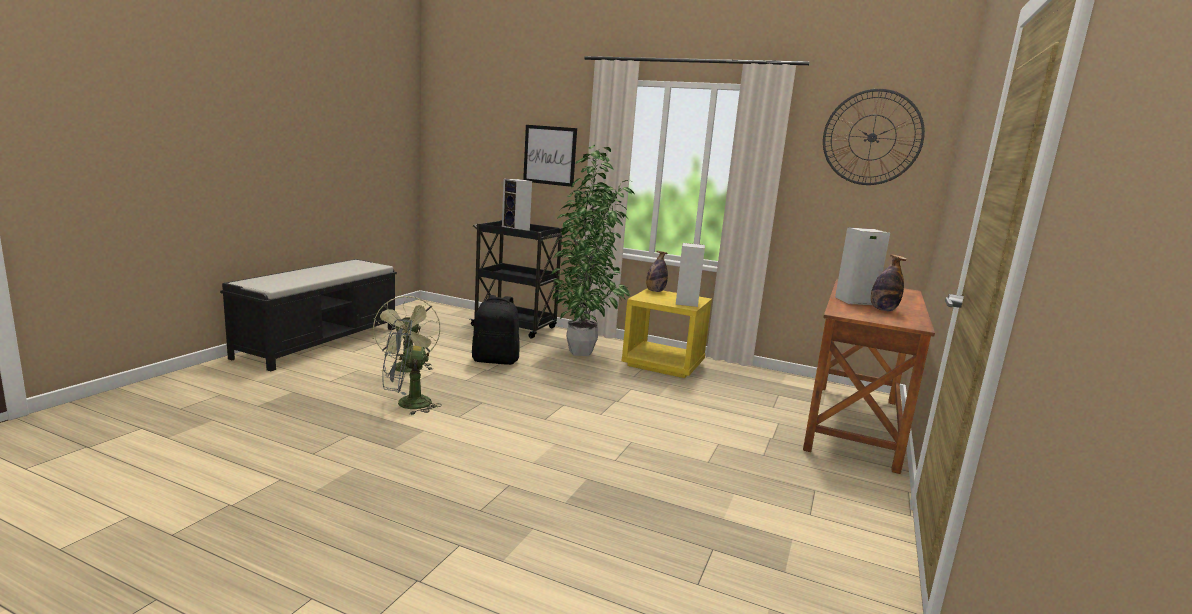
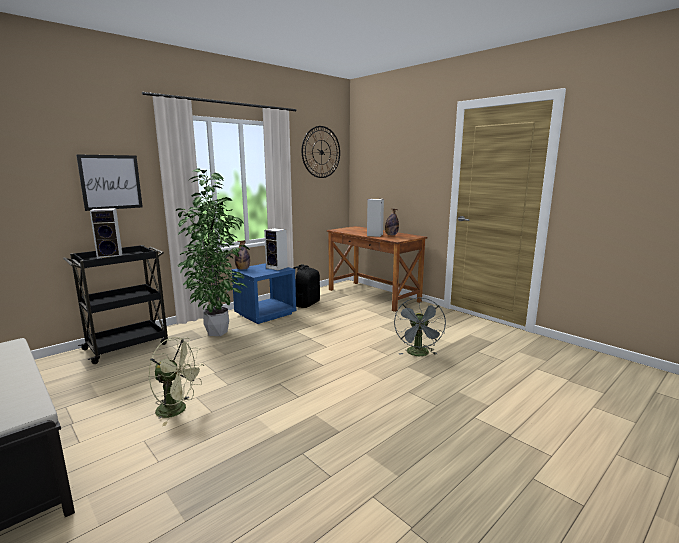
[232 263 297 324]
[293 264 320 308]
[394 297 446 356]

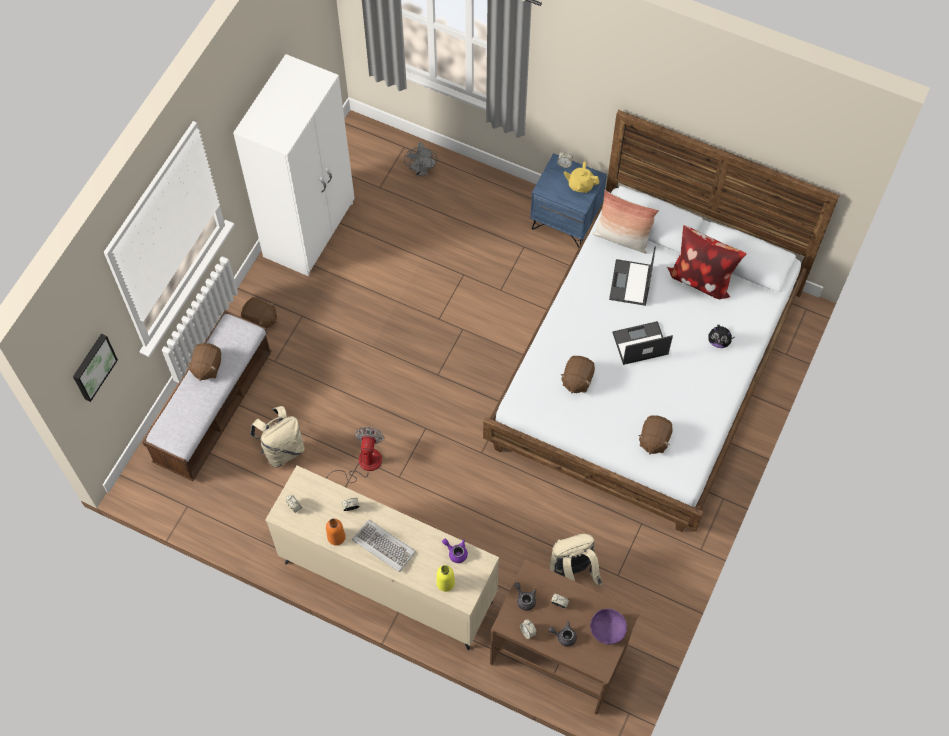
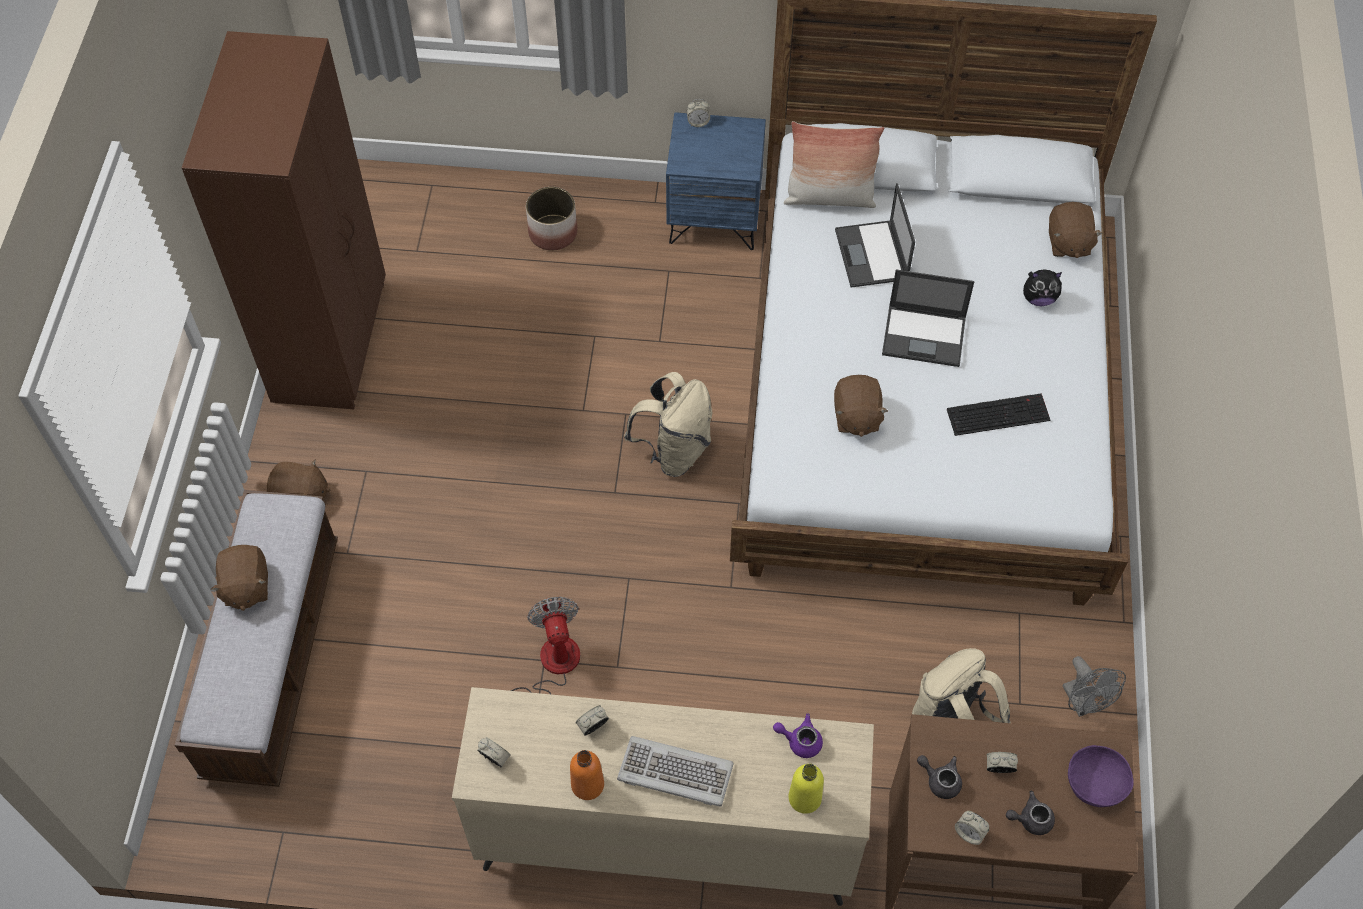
[182 31 386 409]
[1063 656 1126 717]
[564 161 600 193] (first image)
[667 225 747 299] (first image)
[882 269 974 367]
[73 334 118 402] (first image)
[624 372 712 477]
[1049 202 1103 258]
[526 187 577 250]
[947 393 1050 436]

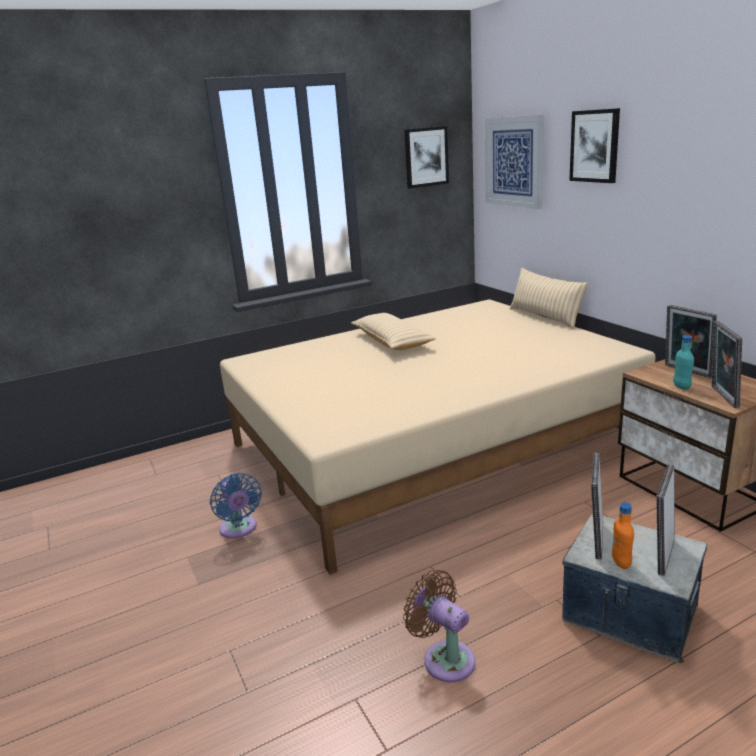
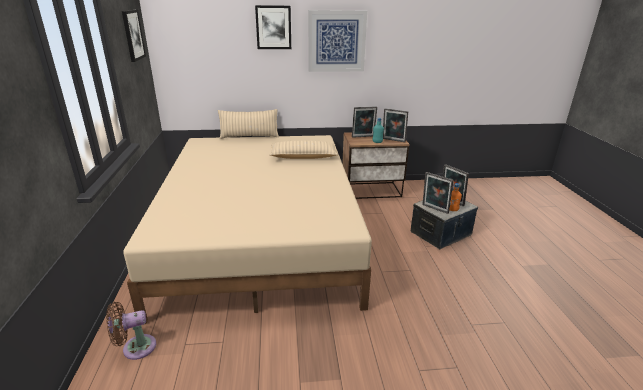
[308 10 367 72]
[270 140 338 159]
[210 473 262 538] (first image)
[106 302 156 360]

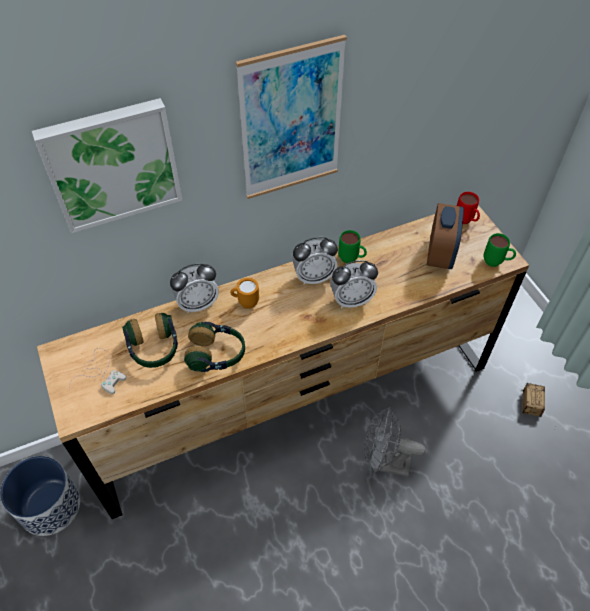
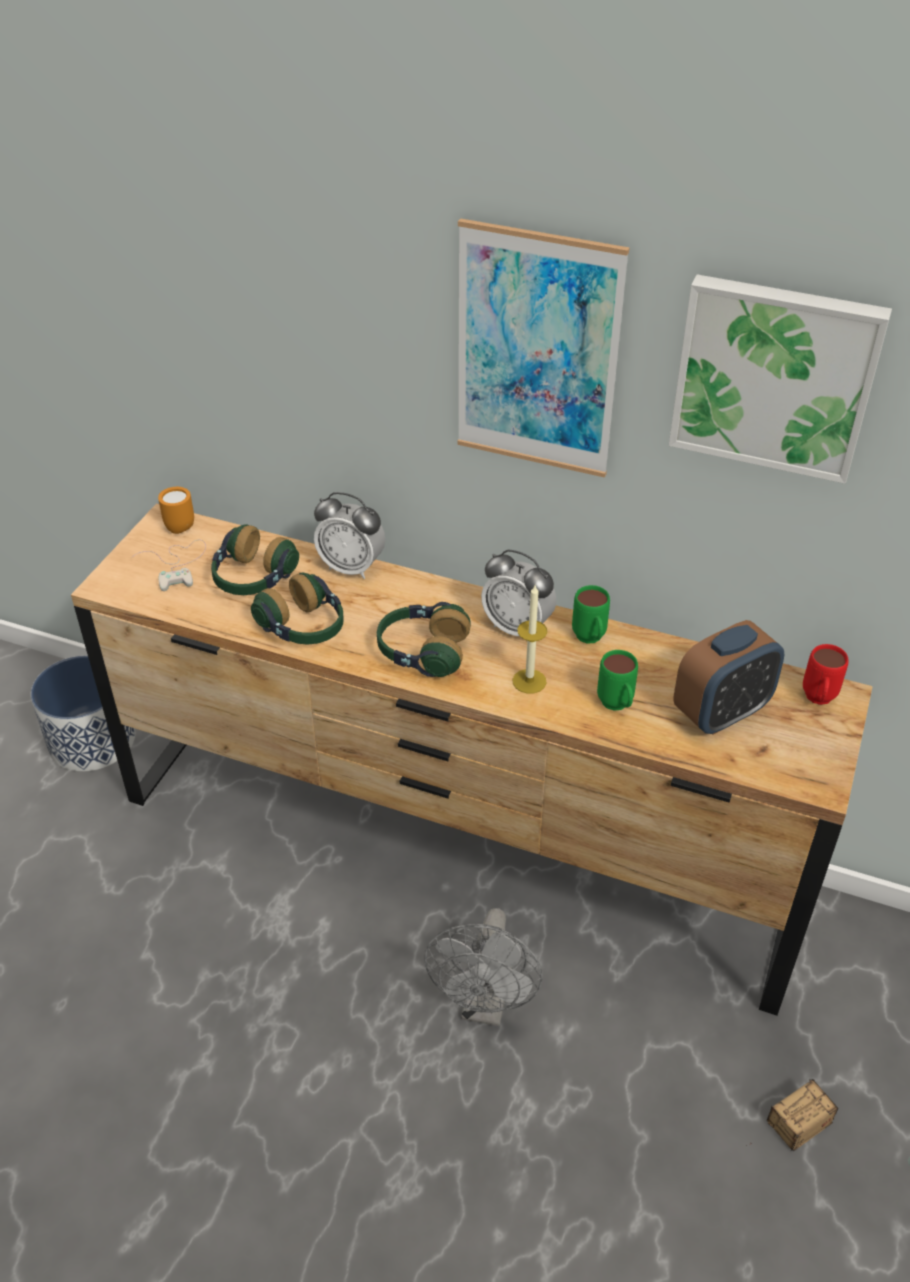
[668 274 892 484]
[597 650 638 711]
[513 585 547 694]
[158 487 194 534]
[424 908 543 1026]
[377 602 471 677]

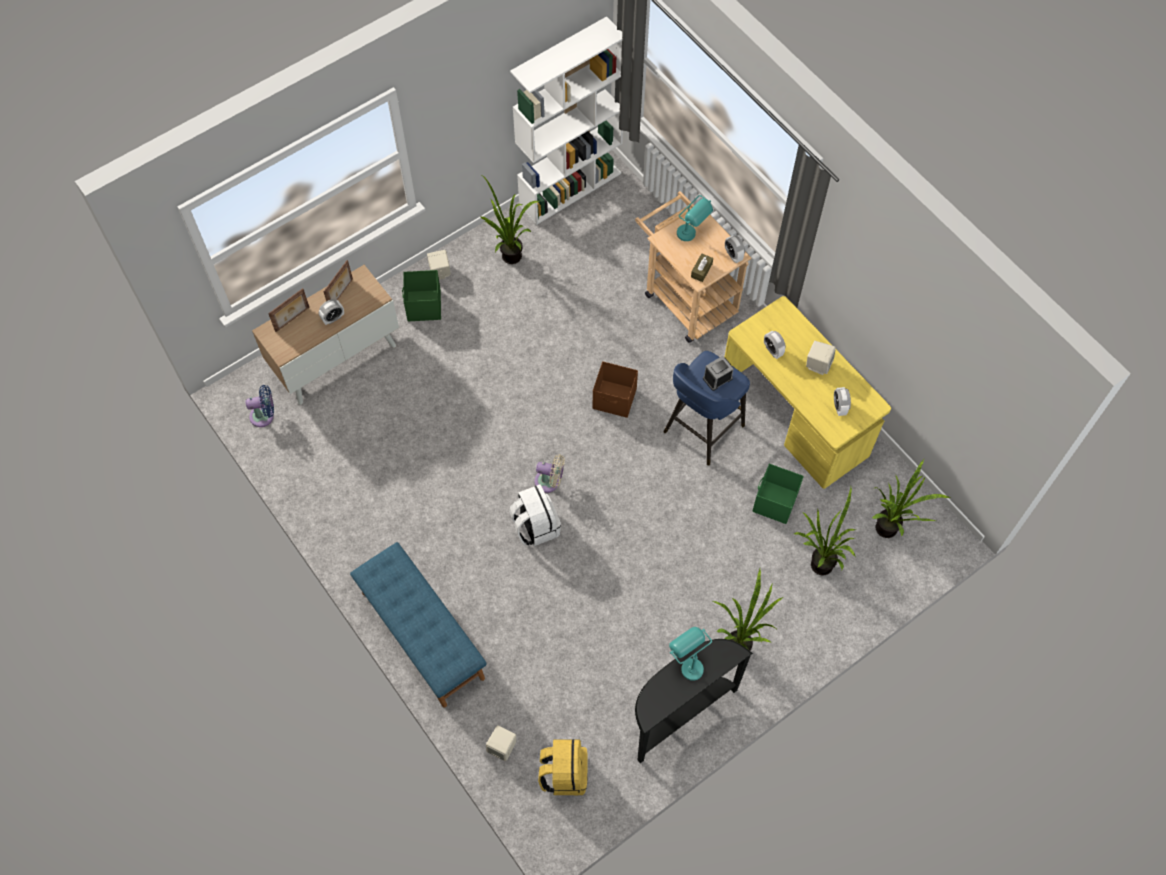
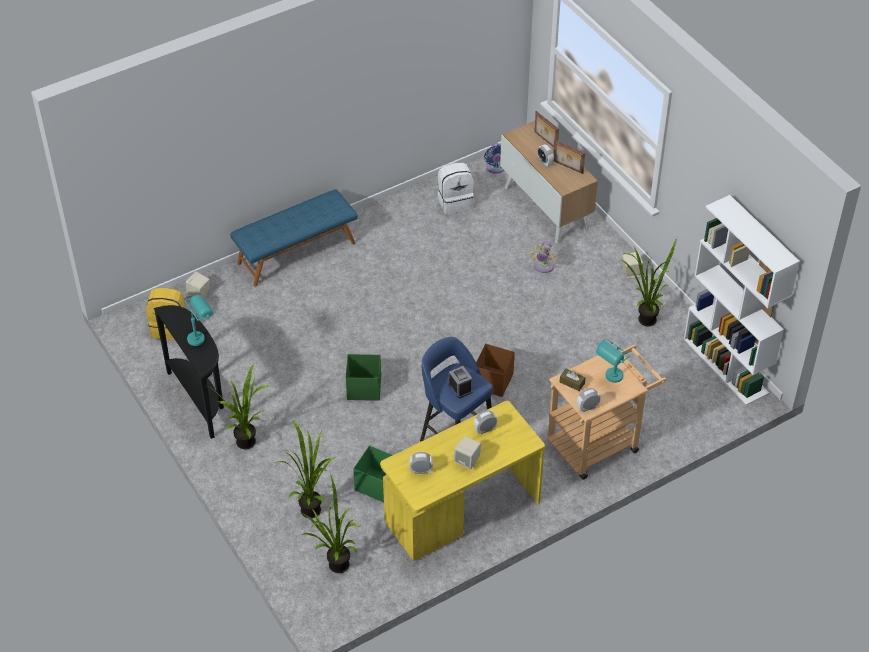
[346 354 381 401]
[530 241 557 273]
[437 163 474 215]

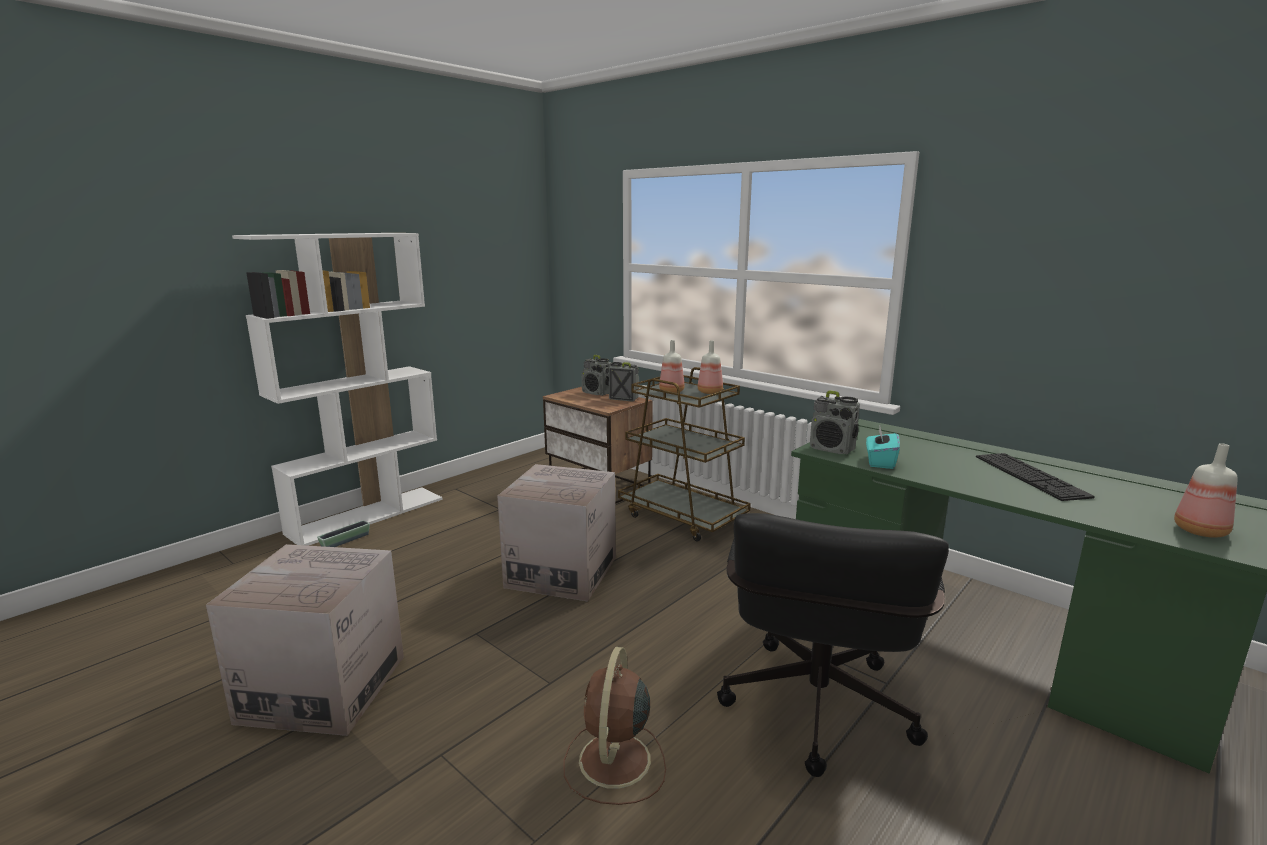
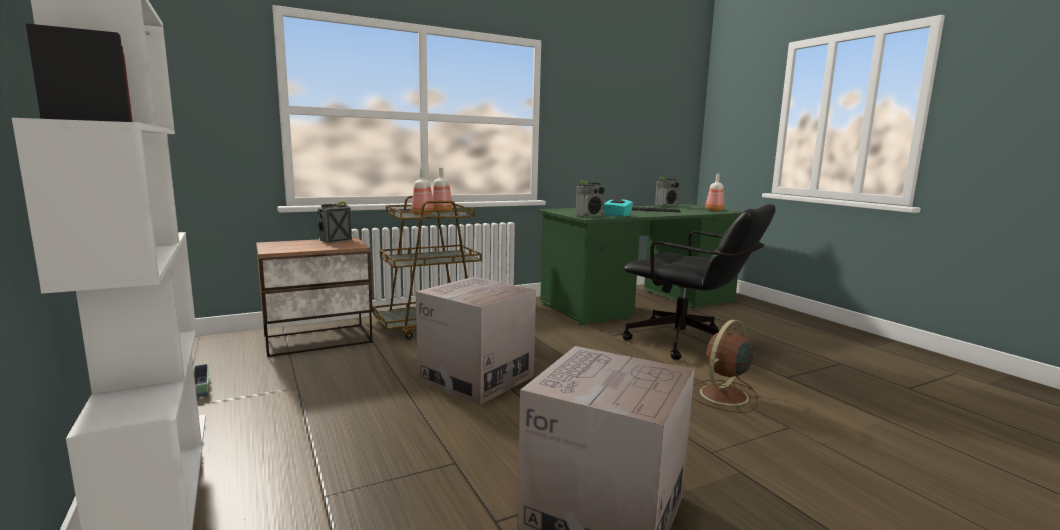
[655 177 679 207]
[193 364 209 398]
[692 320 758 413]

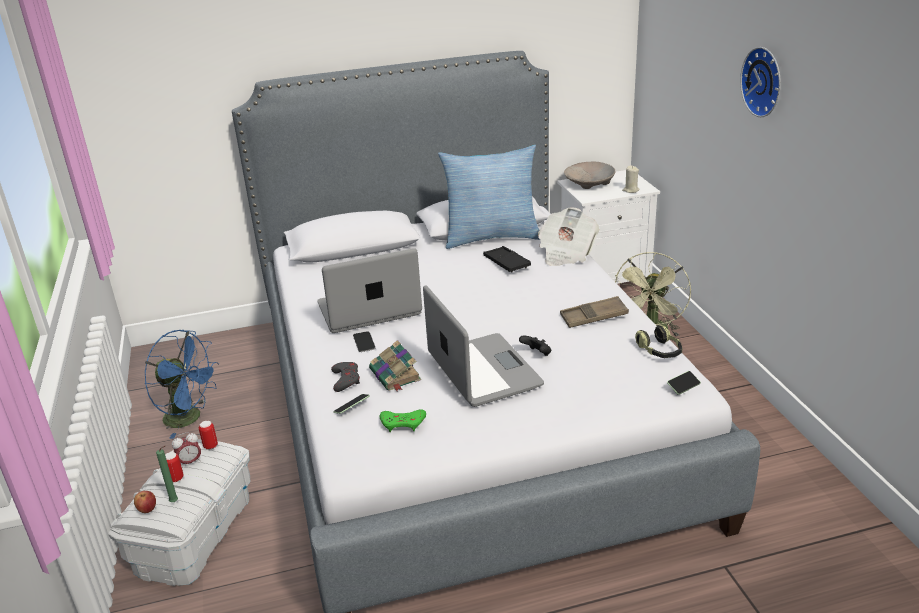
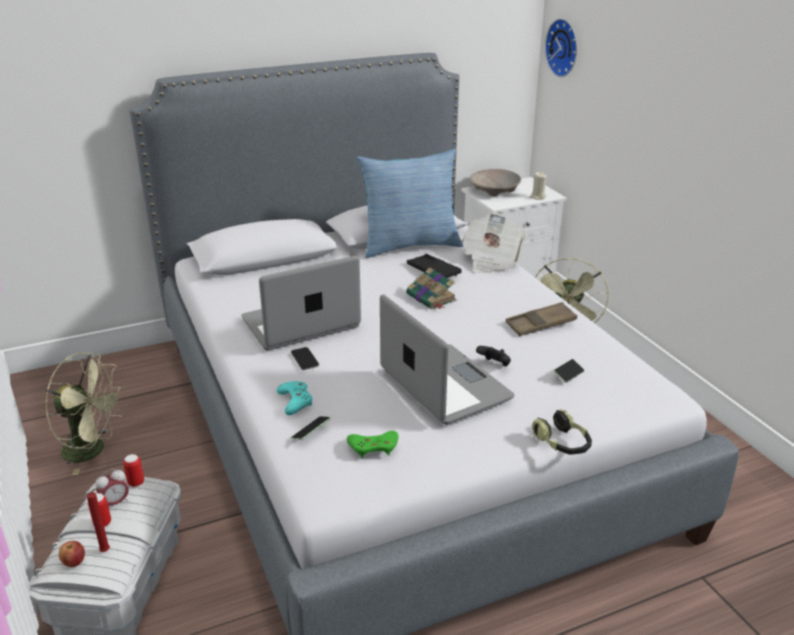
[545 19 577 77]
[532 410 592 455]
[46 353 125 475]
[406 268 457 309]
[277 381 312 415]
[553 359 584 383]
[87 488 110 552]

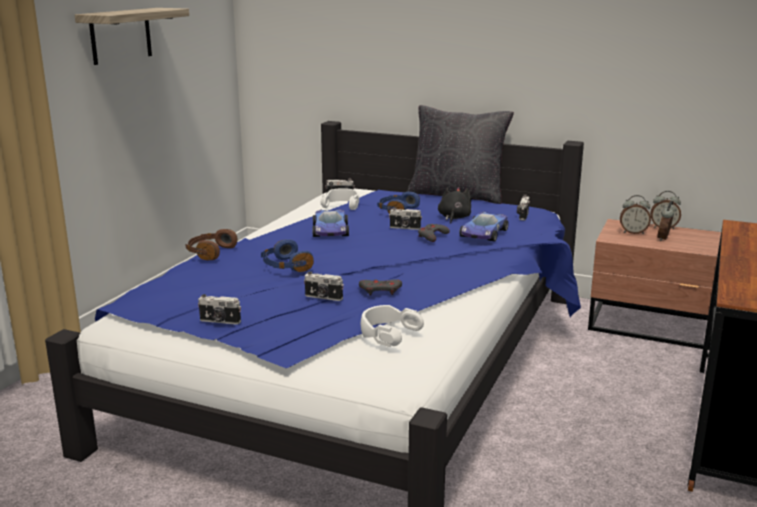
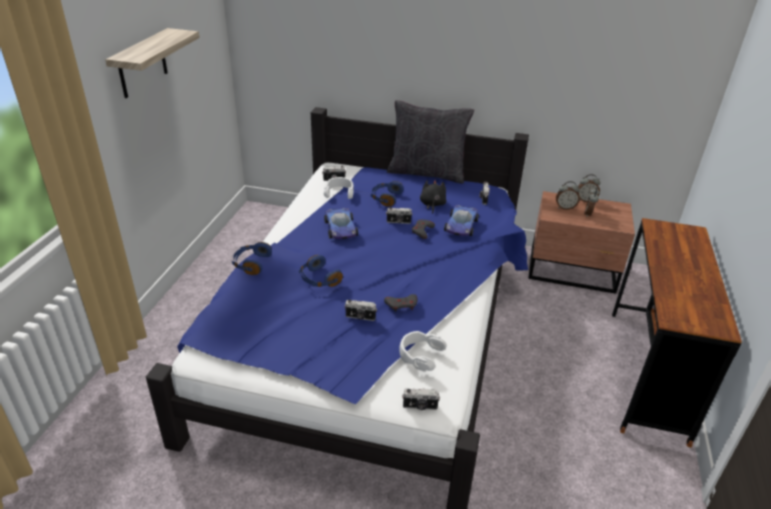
[232 242 272 275]
[402 389 440 410]

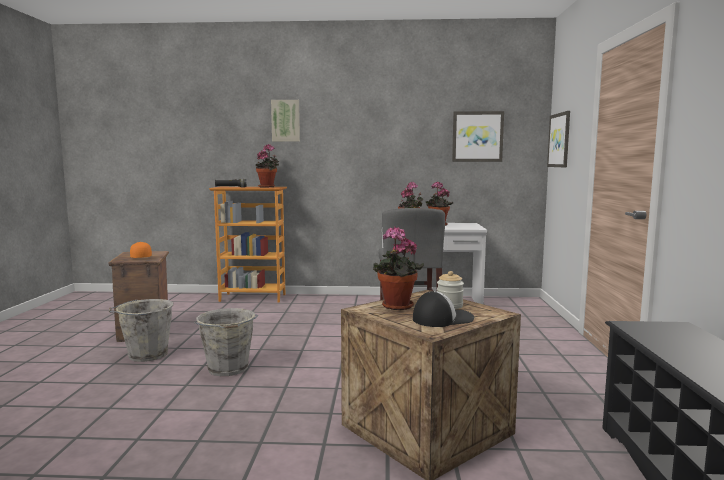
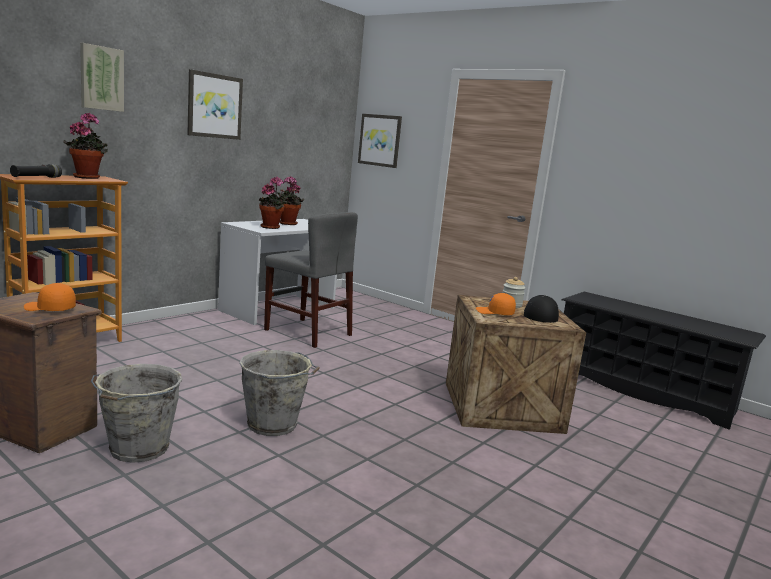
[187 69 243 140]
[476 293 516 315]

